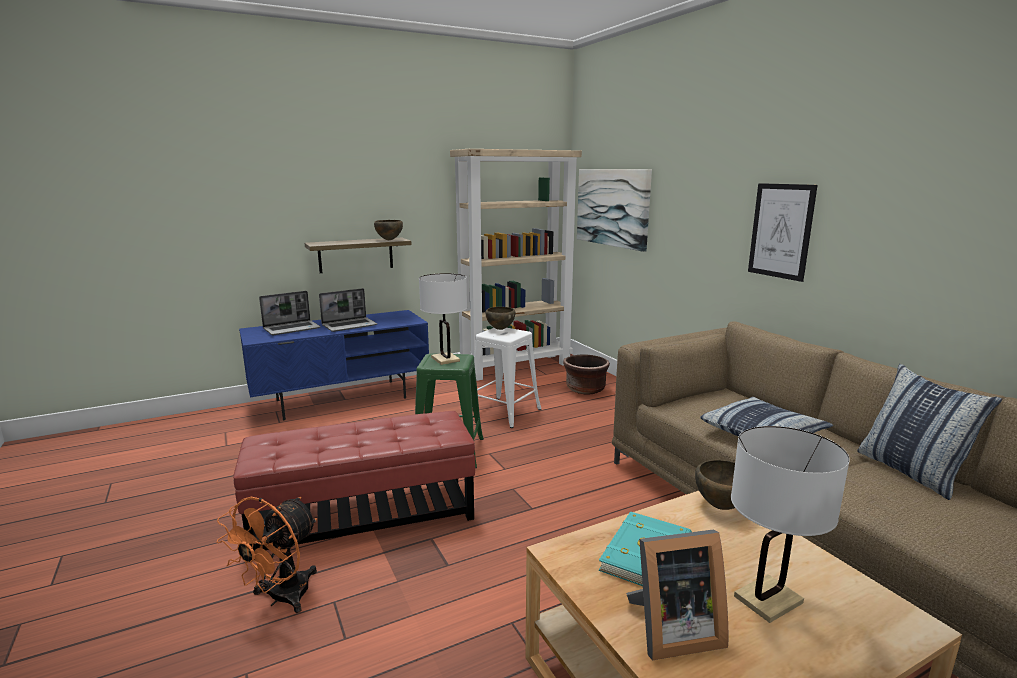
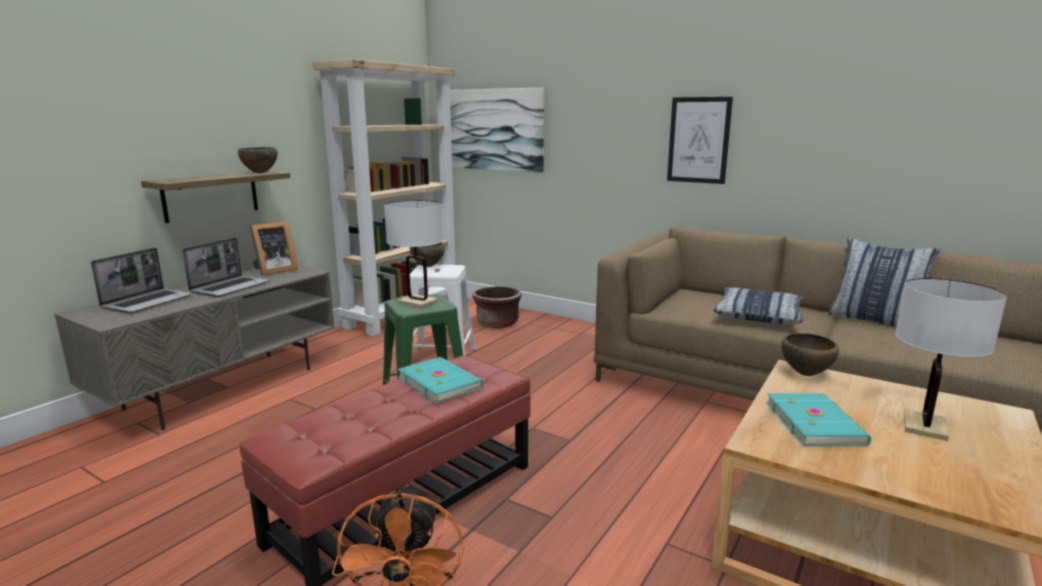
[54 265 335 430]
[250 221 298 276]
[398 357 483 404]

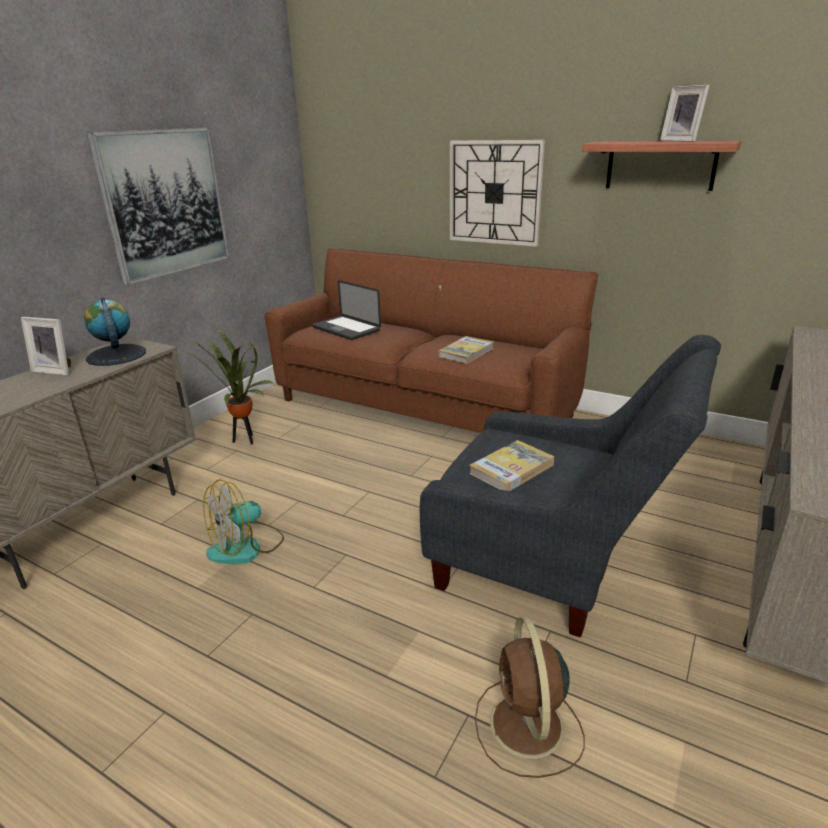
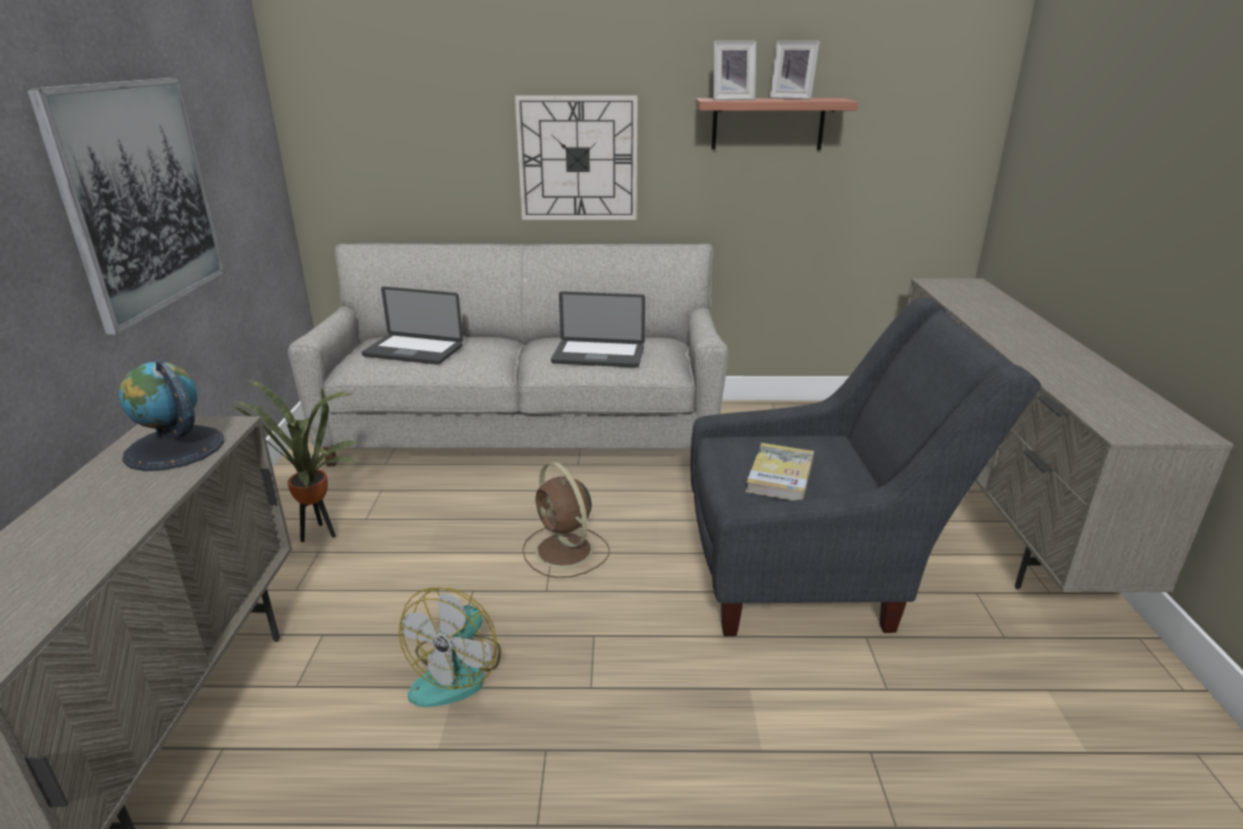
[288 243 728 466]
[713 41 756 100]
[551 291 645 368]
[522 462 610 578]

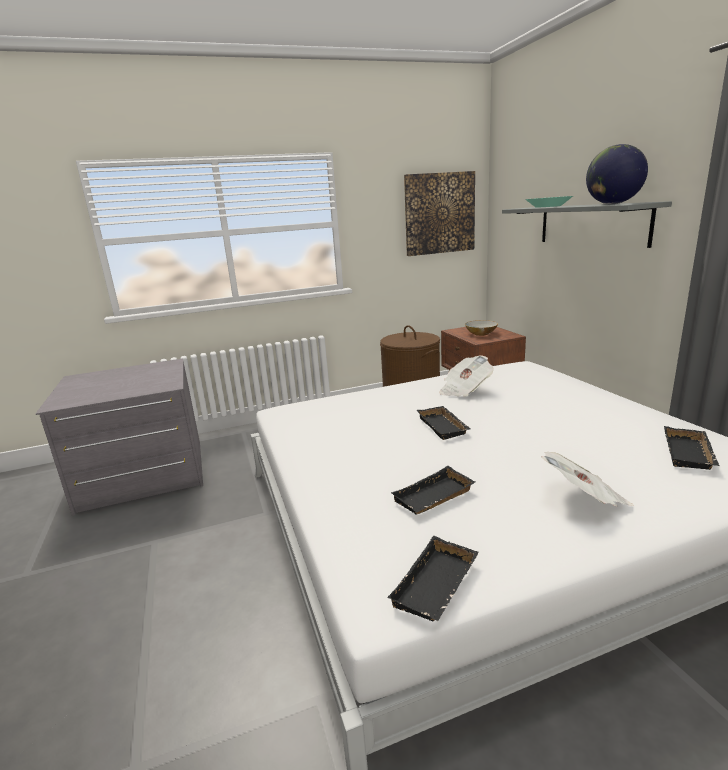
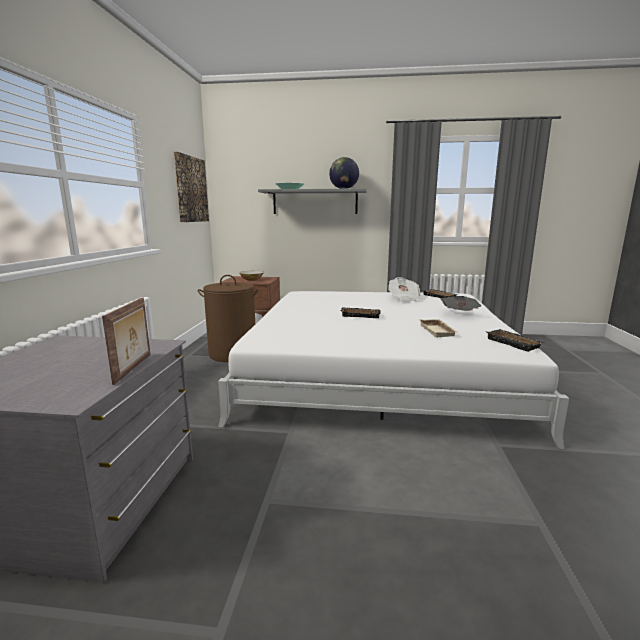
[388 277 421 303]
[419 319 457 338]
[102 297 150 385]

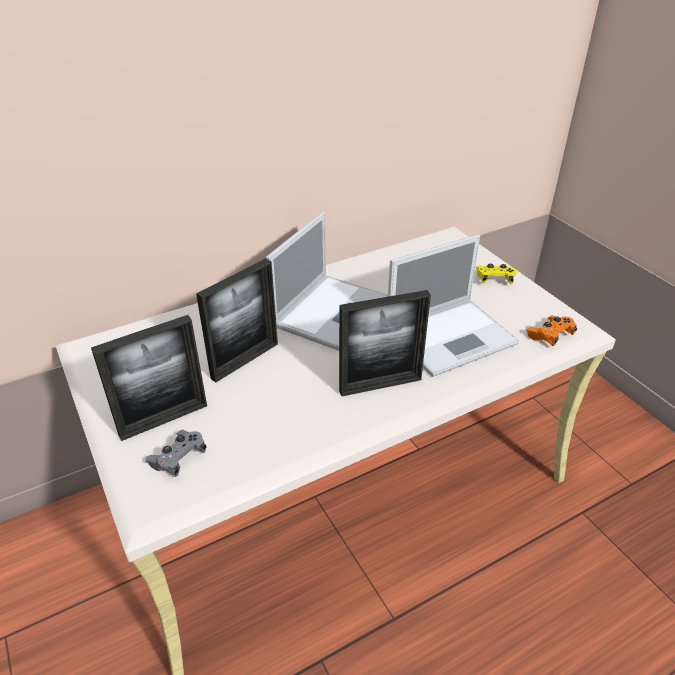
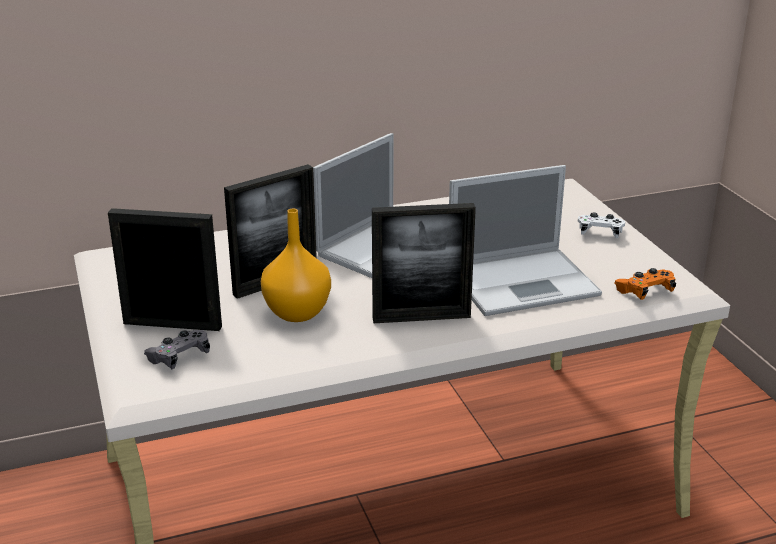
[578 212 625 238]
[108 208 222 331]
[261 209 331 322]

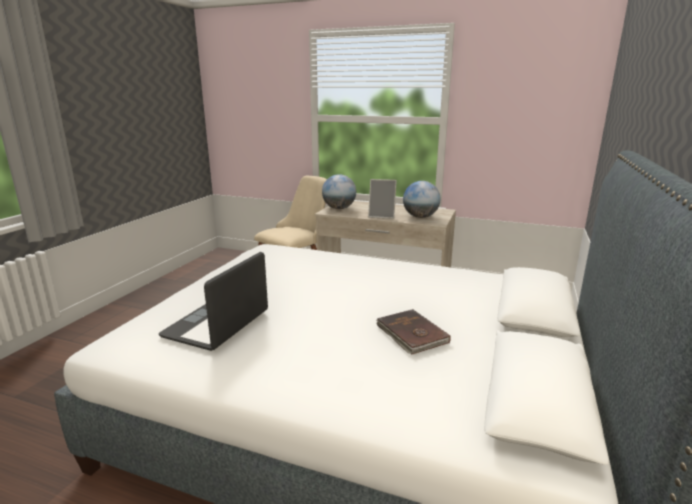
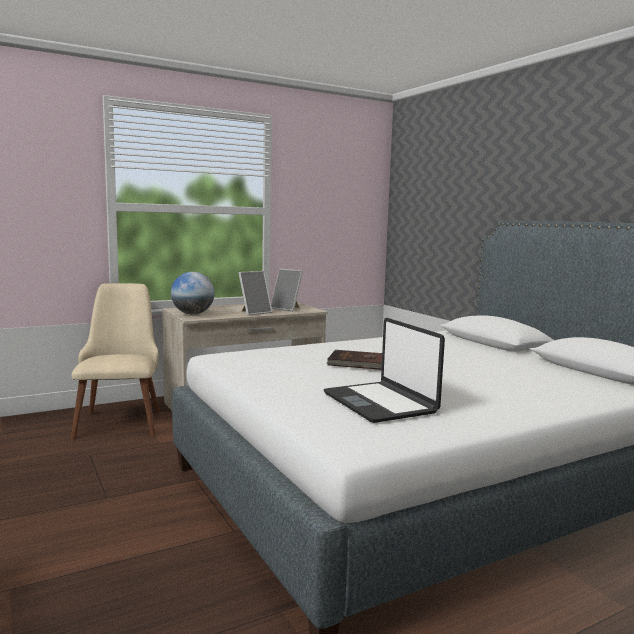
[271 269 303 312]
[327 350 382 370]

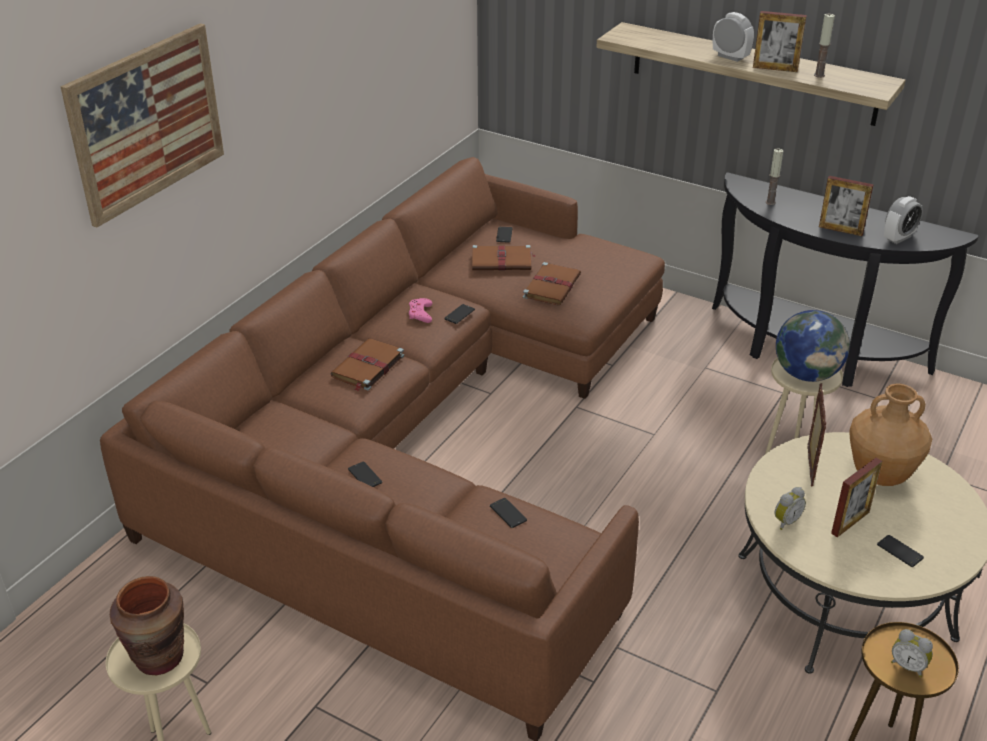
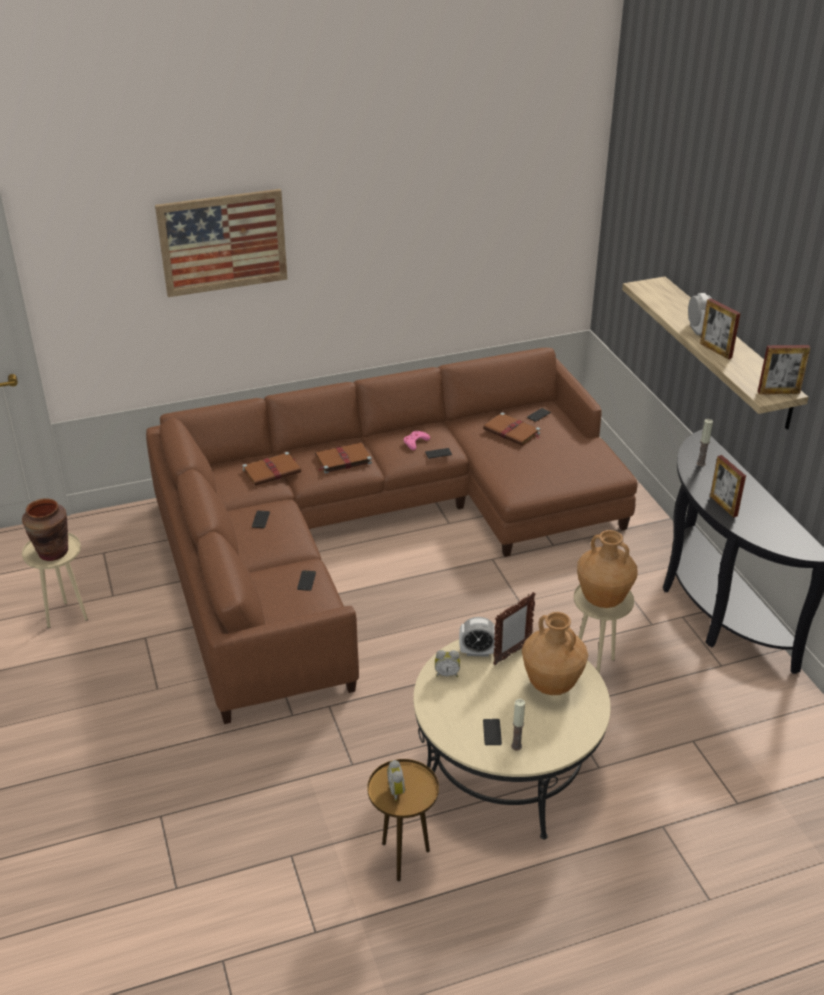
[511 699 525 751]
[459 617 496 657]
[242 452 301 486]
[577 530 637 608]
[758 345 810 394]

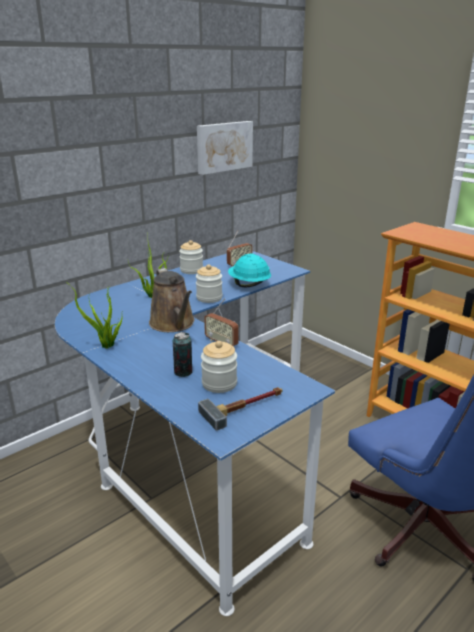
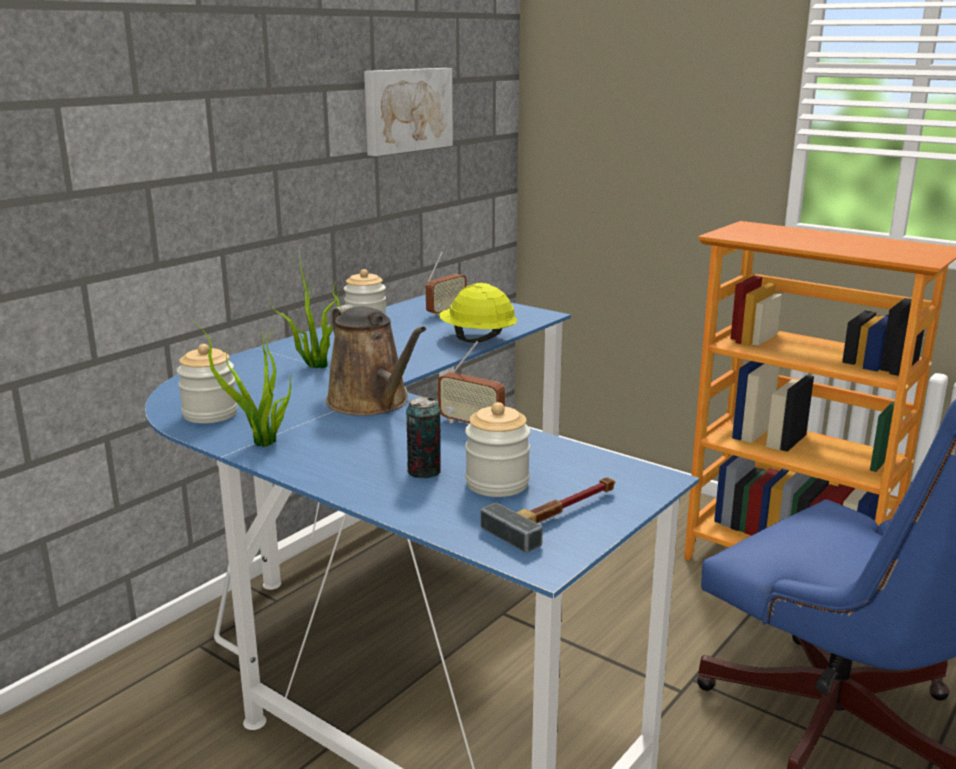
[439 283 517 343]
[177 344 238 424]

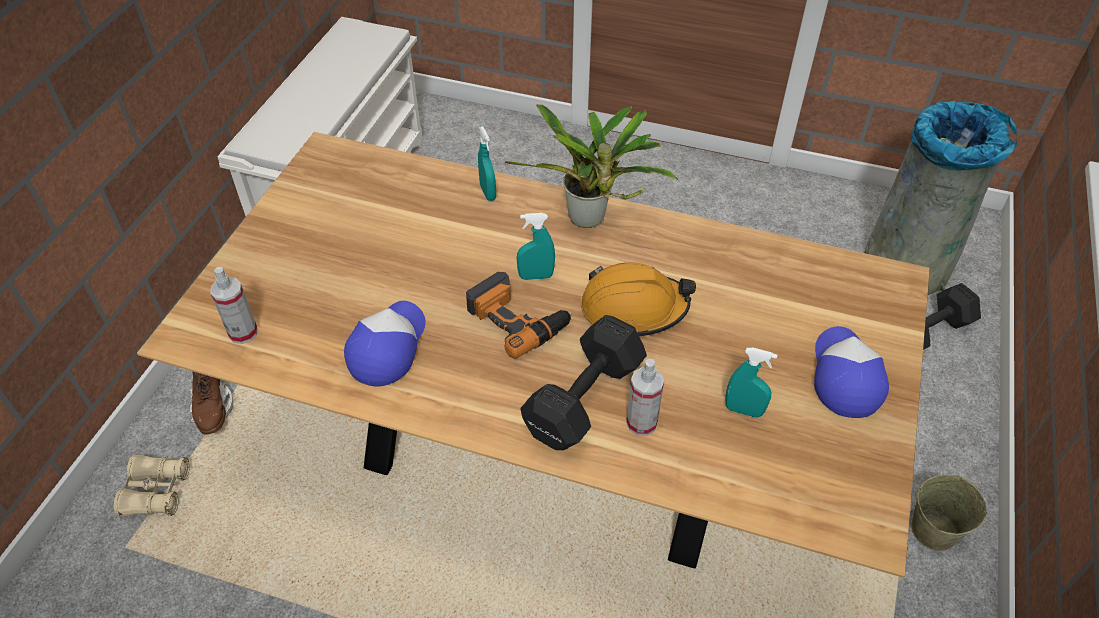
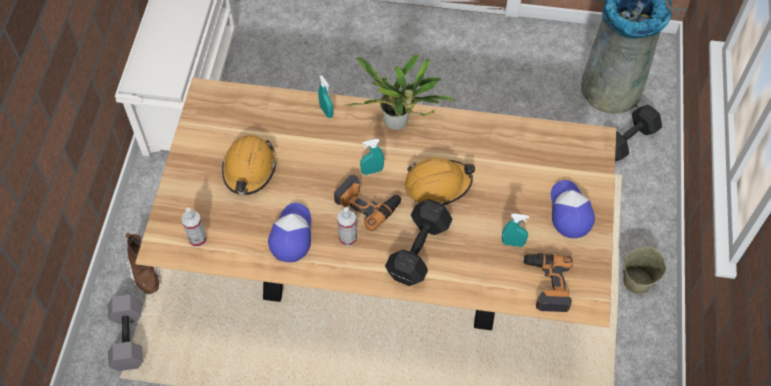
[337 207 357 246]
[108 294 143 371]
[222 135 276 195]
[521 253 573 312]

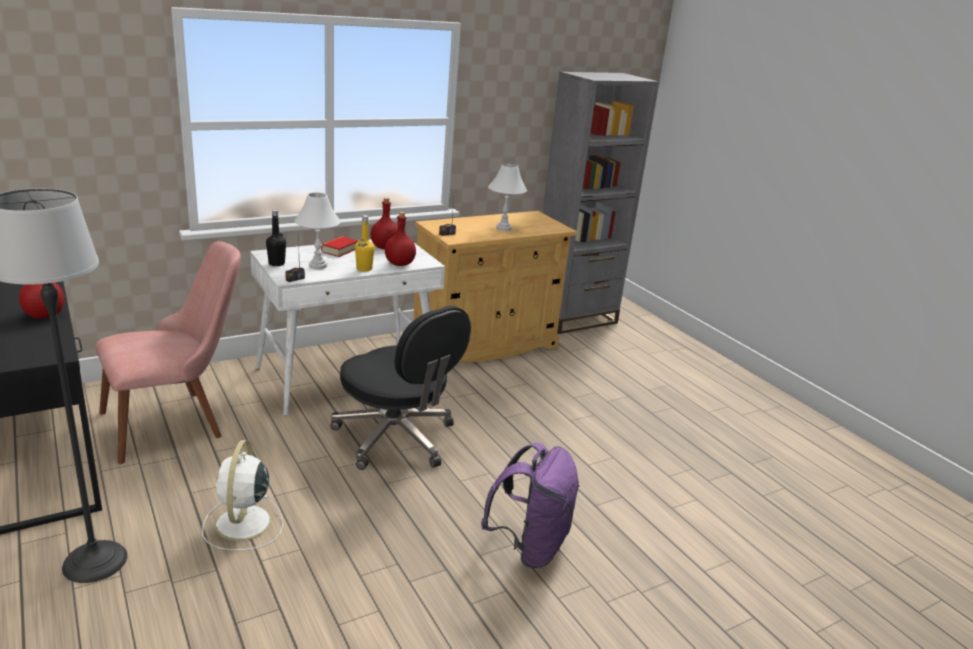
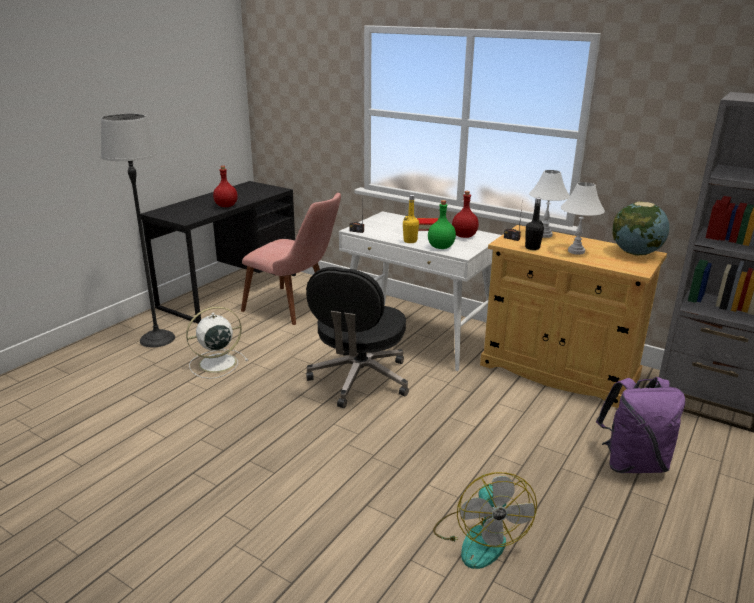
[529 170 570 238]
[525 197 544 250]
[428 200 456 249]
[596 377 685 473]
[612 202 669 256]
[433 472 537 569]

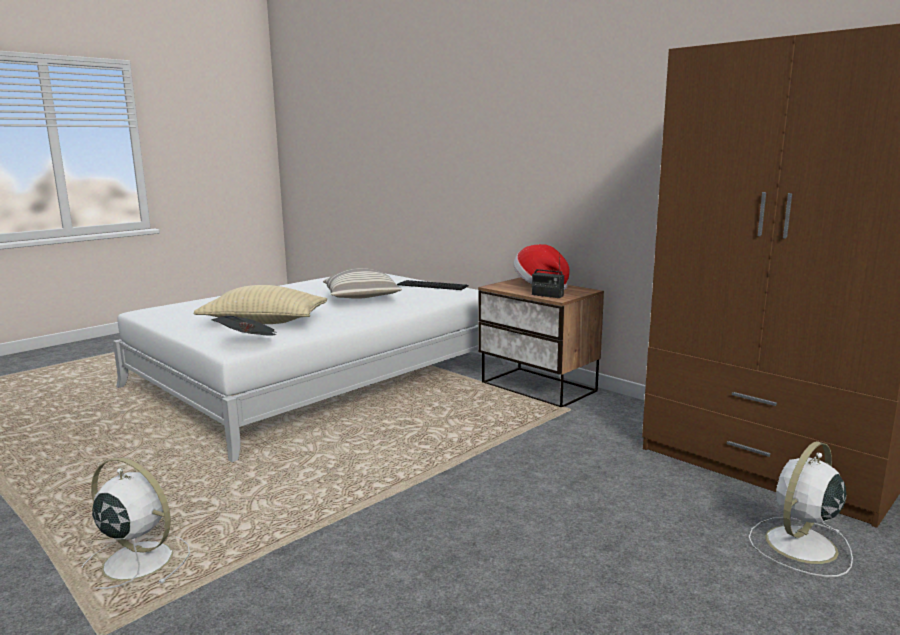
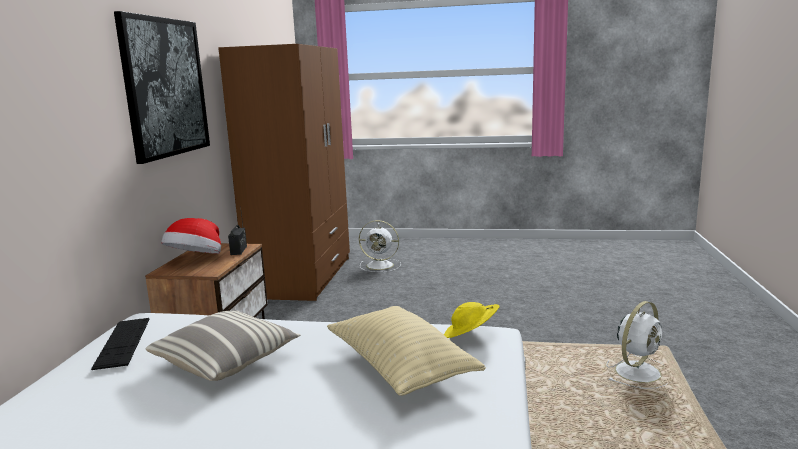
[444 302 500 338]
[606 301 667 389]
[114 11 210 164]

